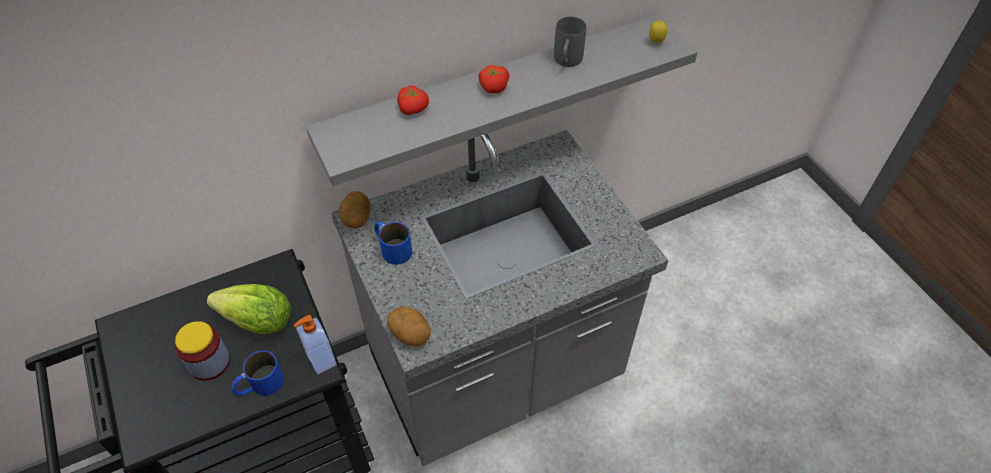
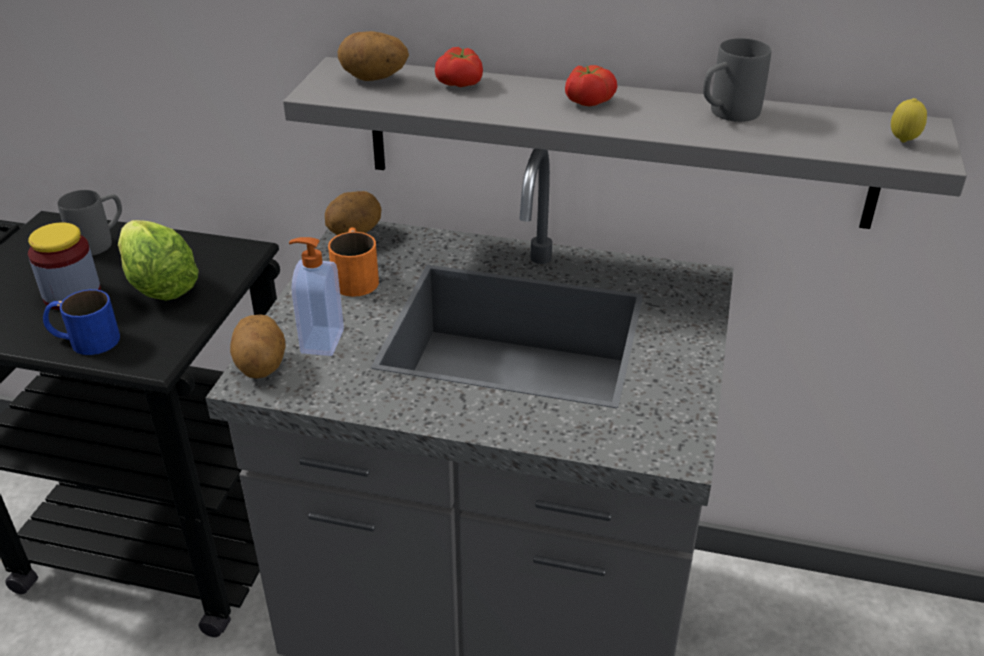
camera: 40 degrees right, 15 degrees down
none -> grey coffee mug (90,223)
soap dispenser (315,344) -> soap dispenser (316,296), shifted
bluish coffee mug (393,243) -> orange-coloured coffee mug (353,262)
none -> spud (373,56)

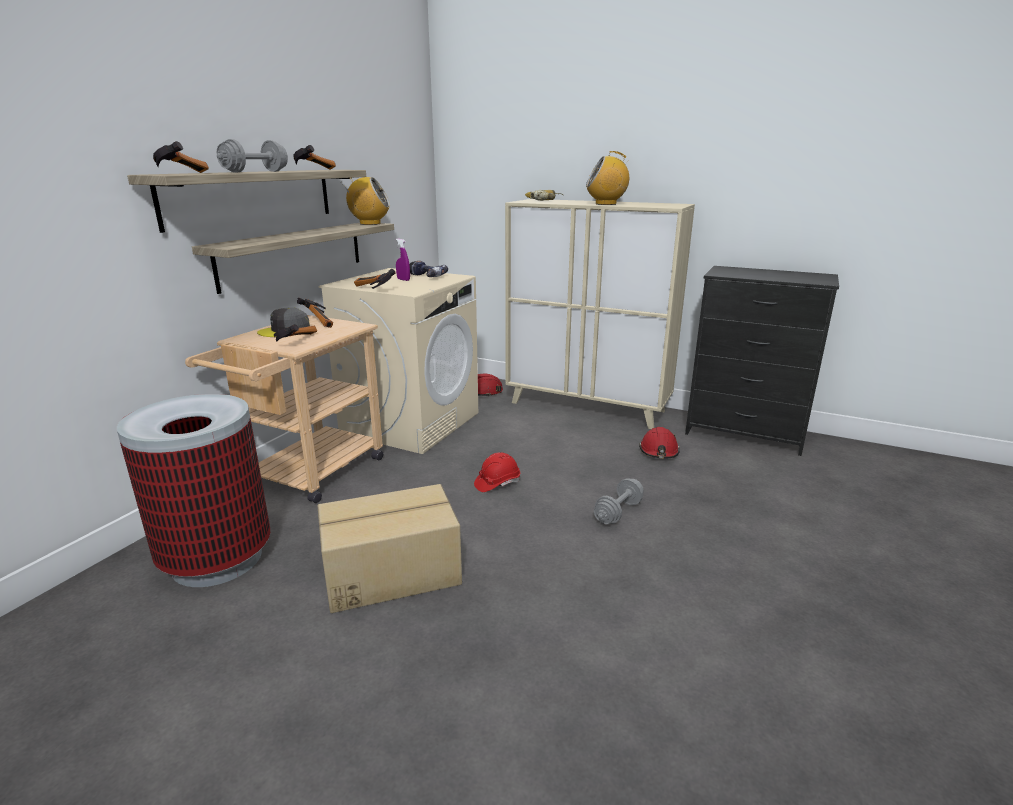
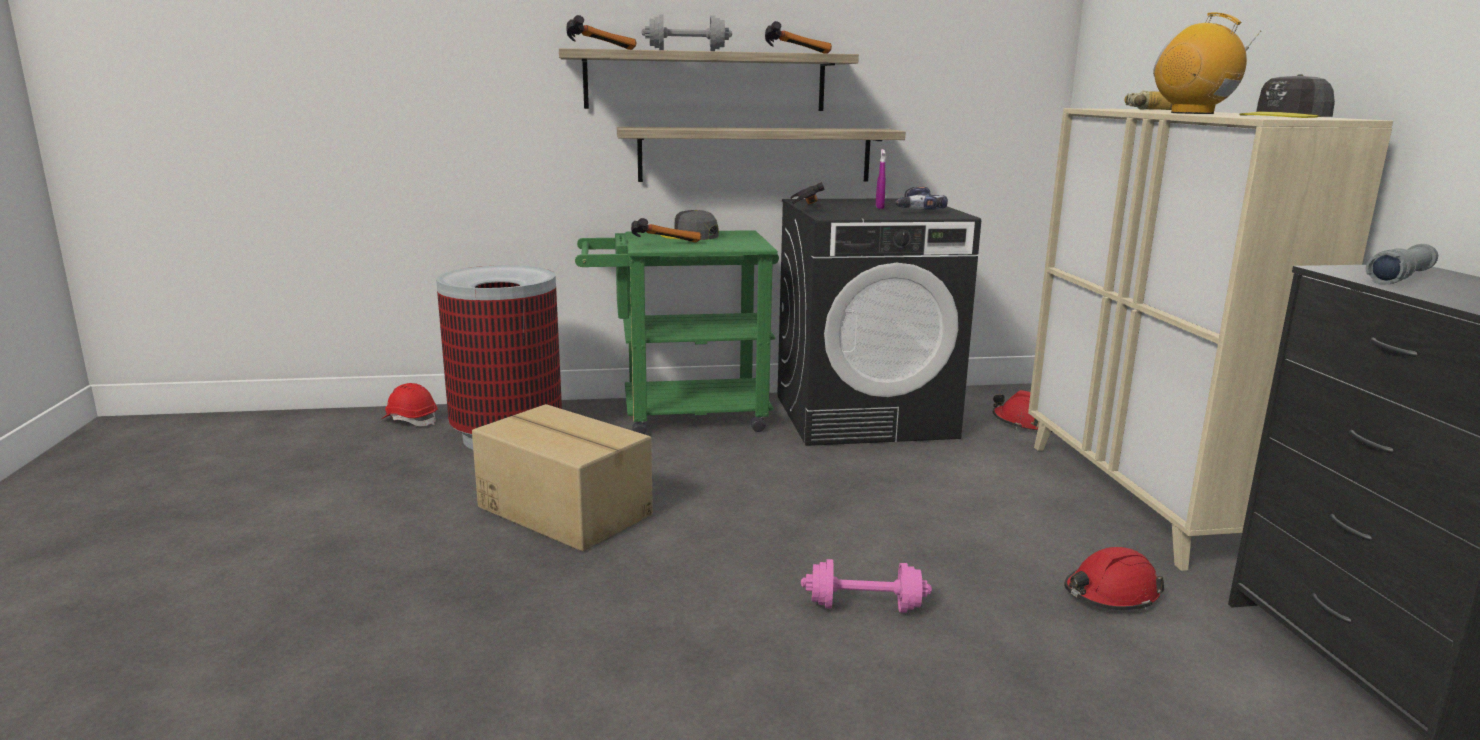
camera: 55 degrees right, 5 degrees down
red-coloured work helmet (497,472) -> red-coloured work helmet (409,404), shifted
sand-coloured wheeled cart (284,409) -> green wheeled cart (677,332)
sand-coloured laundry appliance (398,361) -> black laundry appliance (879,322)
grey free weight (619,501) -> pinkish free weight (866,586)
none -> grey cap (1287,96)
none -> grey flashlight (1402,264)
tool hammer (315,313) -> none
radio set (365,200) -> none

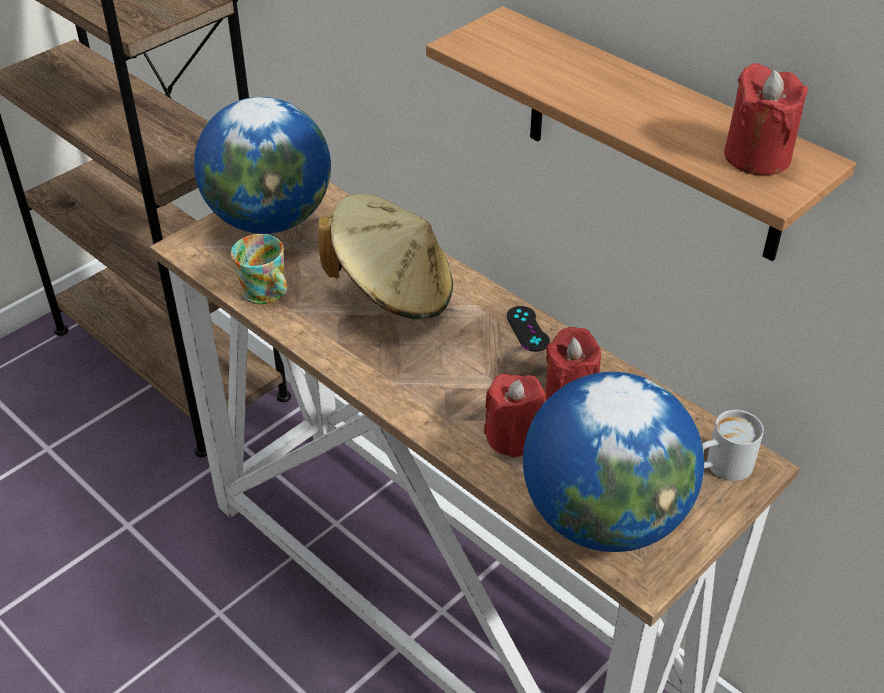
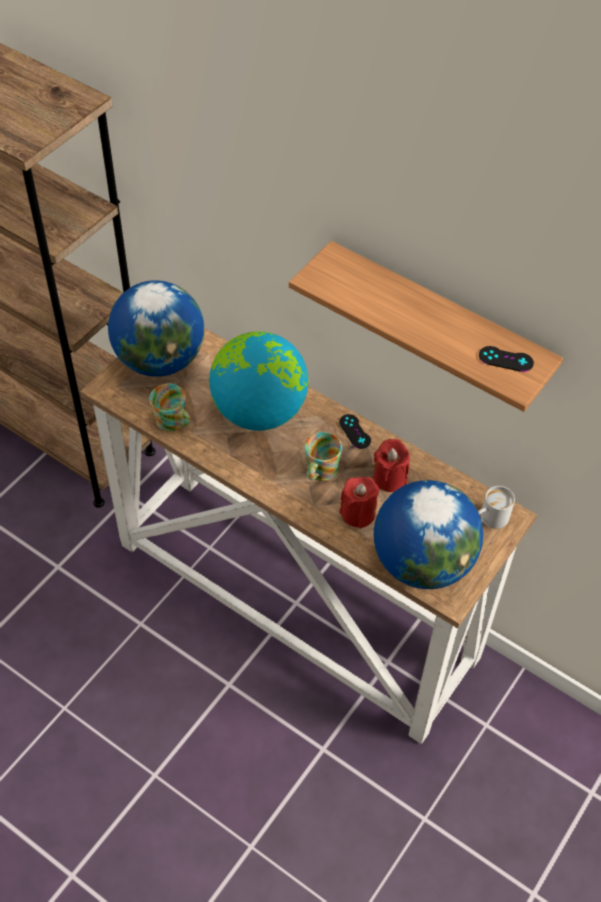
camera: 10 degrees left, 10 degrees up
sand-coloured clothing hat (385,256) -> globe (259,381)
none -> coffee mug (323,456)
red-coloured candle (766,119) -> black gamepad (506,359)

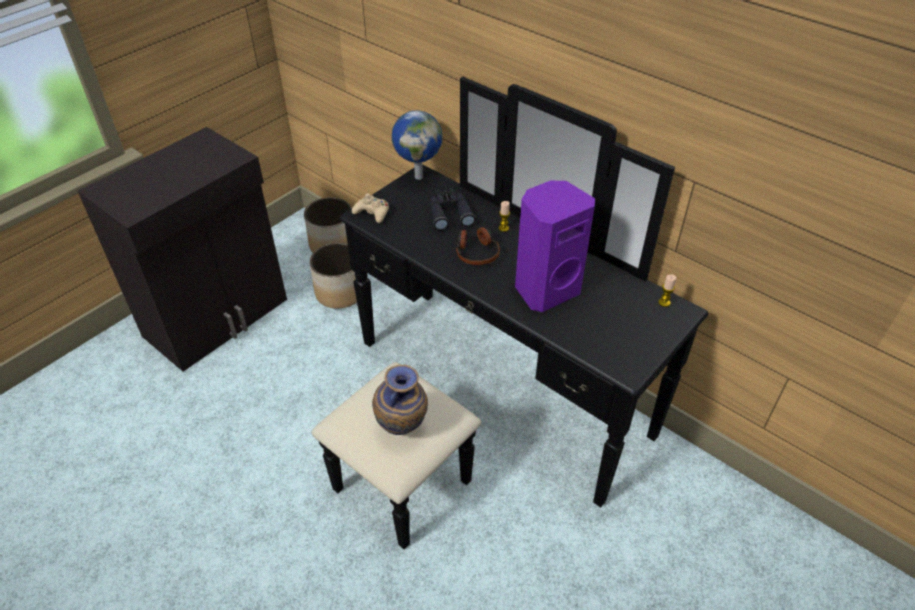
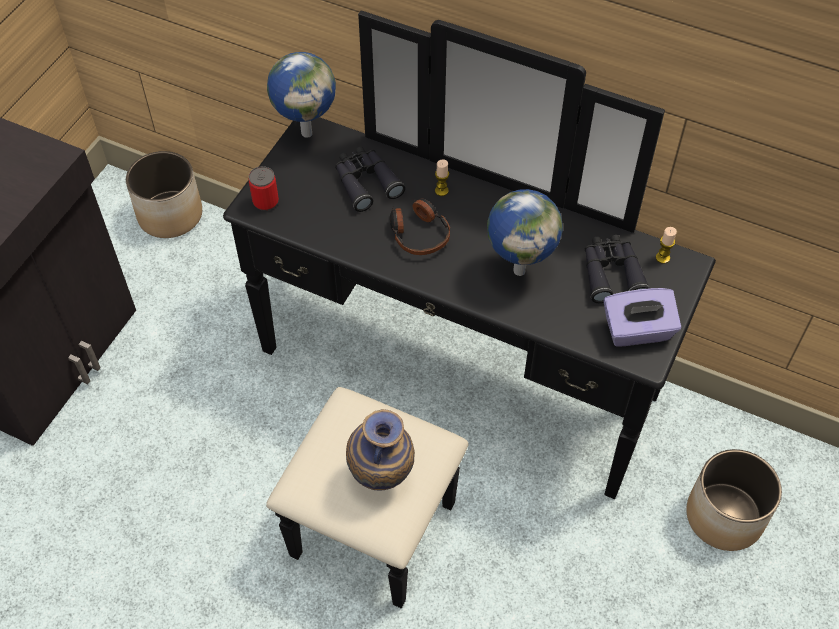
camera: 15 degrees left, 10 degrees up
sand-coloured gamepad (370,208) -> can (264,188)
purple-coloured audio speaker (555,246) -> globe (525,232)
none -> black field glasses (617,269)
none -> purple-coloured box of tissues (642,317)
planter (333,276) -> planter (734,500), shifted

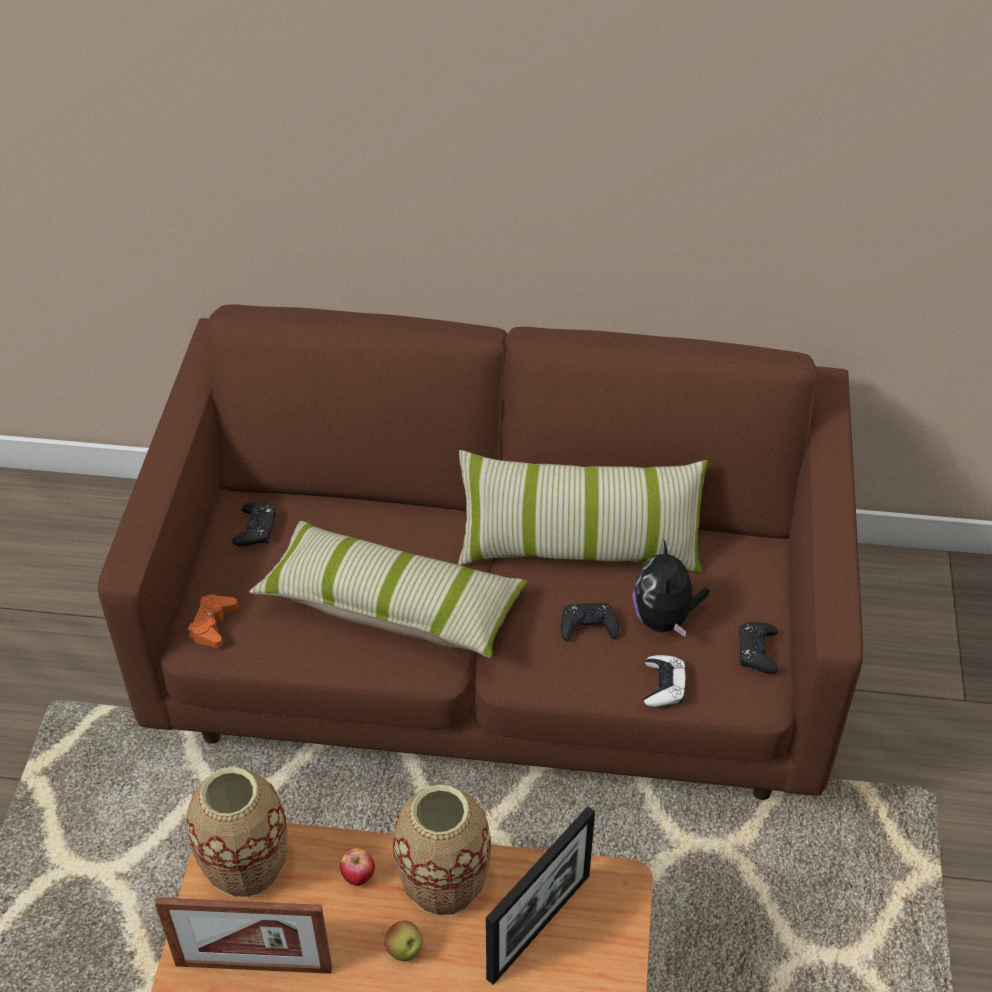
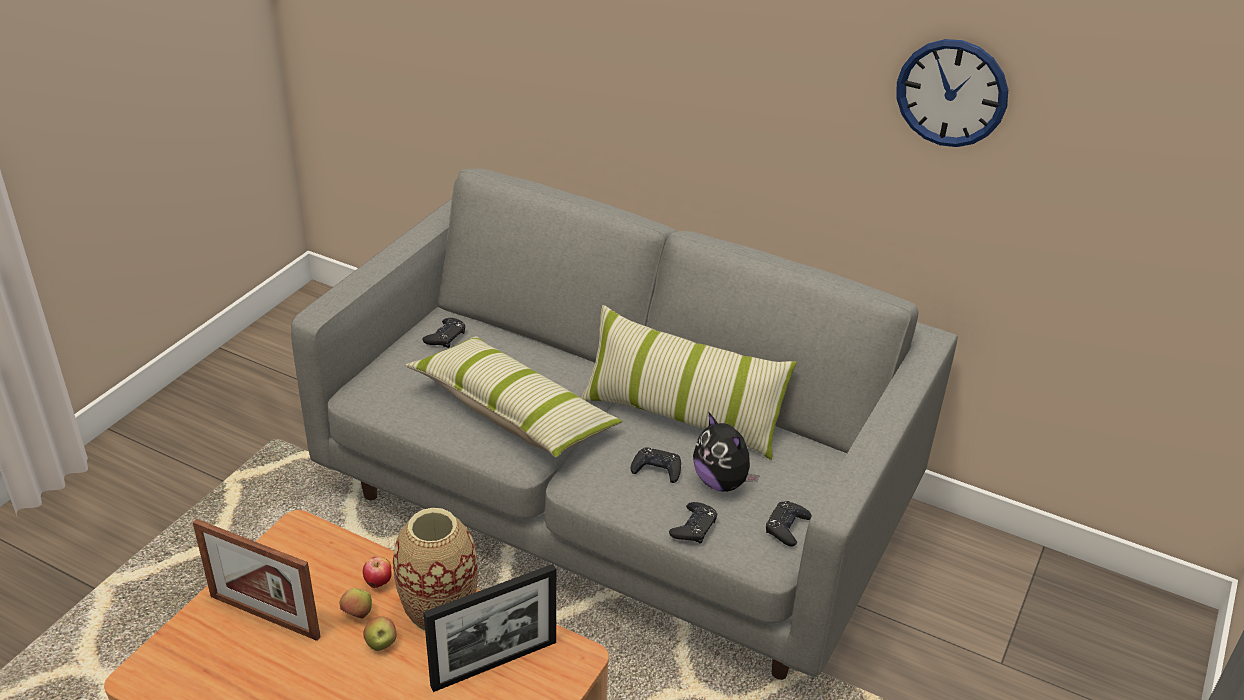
camera: 20 degrees right, 10 degrees down
brownish couch (480,552) -> grey couch (624,424)
none -> whole apple (355,603)
white gamepad (664,681) -> black gamepad (693,523)
soft toy (671,588) -> soft toy (726,452), 60 degrees counterclockwise
none -> hanging clock (952,93)
vase (236,832) -> none
orange-coloured gamepad (213,621) -> none

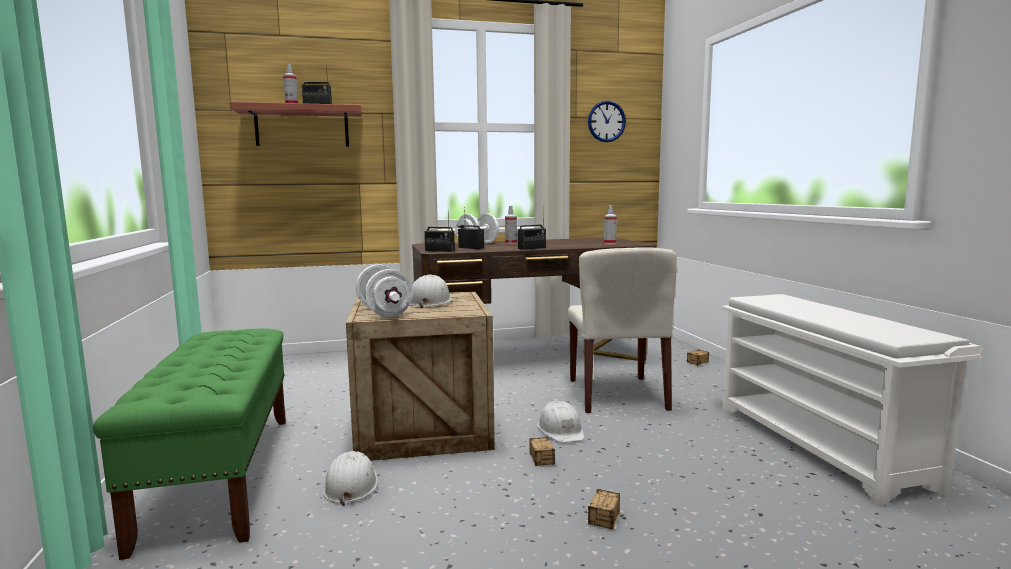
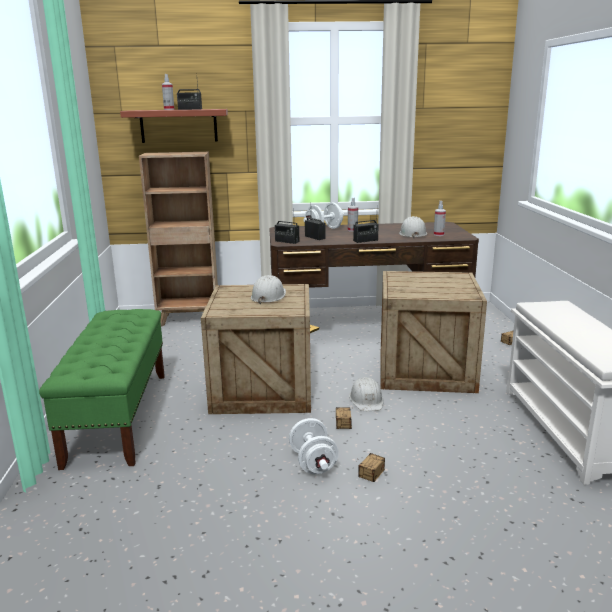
camera: 10 degrees right, 10 degrees up
none -> brownish bookshelf (178,239)
white free weight (384,290) -> white free weight (314,446), shifted
sand-coloured plain chair (622,330) -> crate (433,332)
white work helmet (350,478) -> white work helmet (413,227), shifted
hanging clock (607,121) -> none

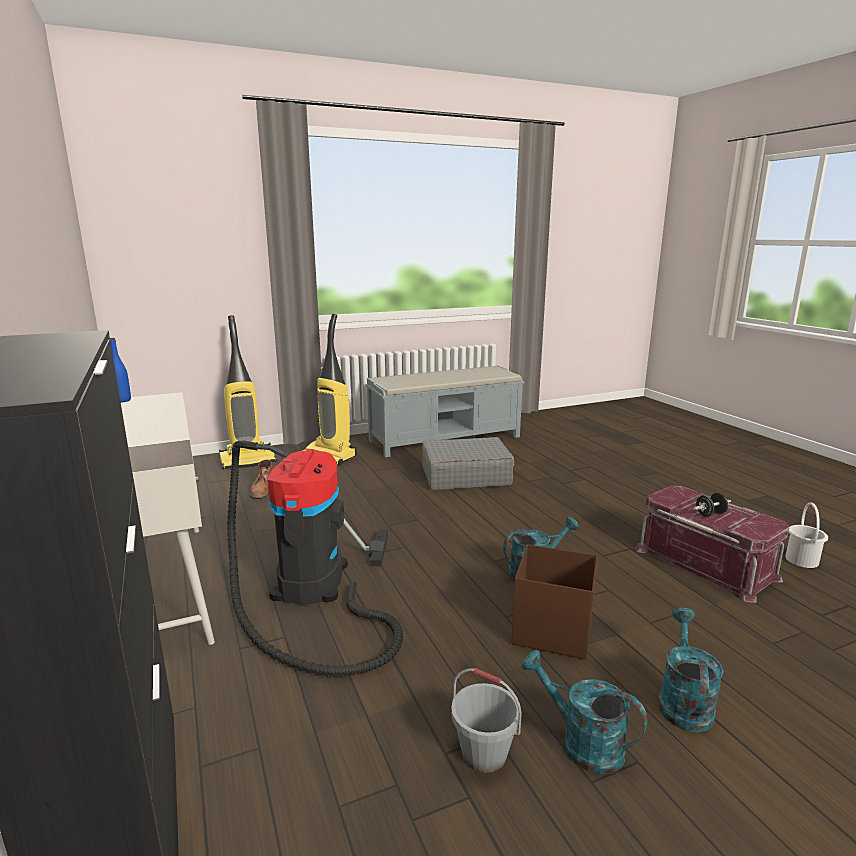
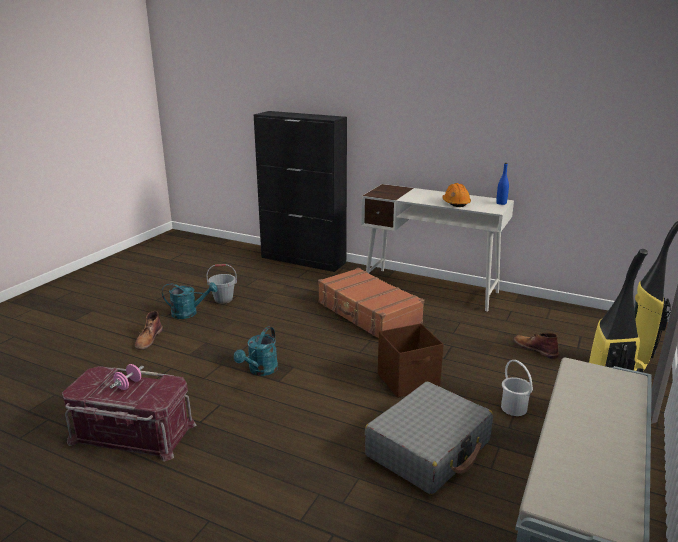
camera: 140 degrees right, 5 degrees up
black free weight (712,505) -> pinkish free weight (127,377)
turquoise-coloured sprinkling can (691,669) -> brownish high-top boot (149,330)
vacuum (315,558) -> brownish travel case (371,303)
brownish storage container (555,602) -> brownish storage container (411,360), shifted
none -> orange-coloured work helmet (456,195)
white bucket (806,535) -> white bucket (517,388), shifted

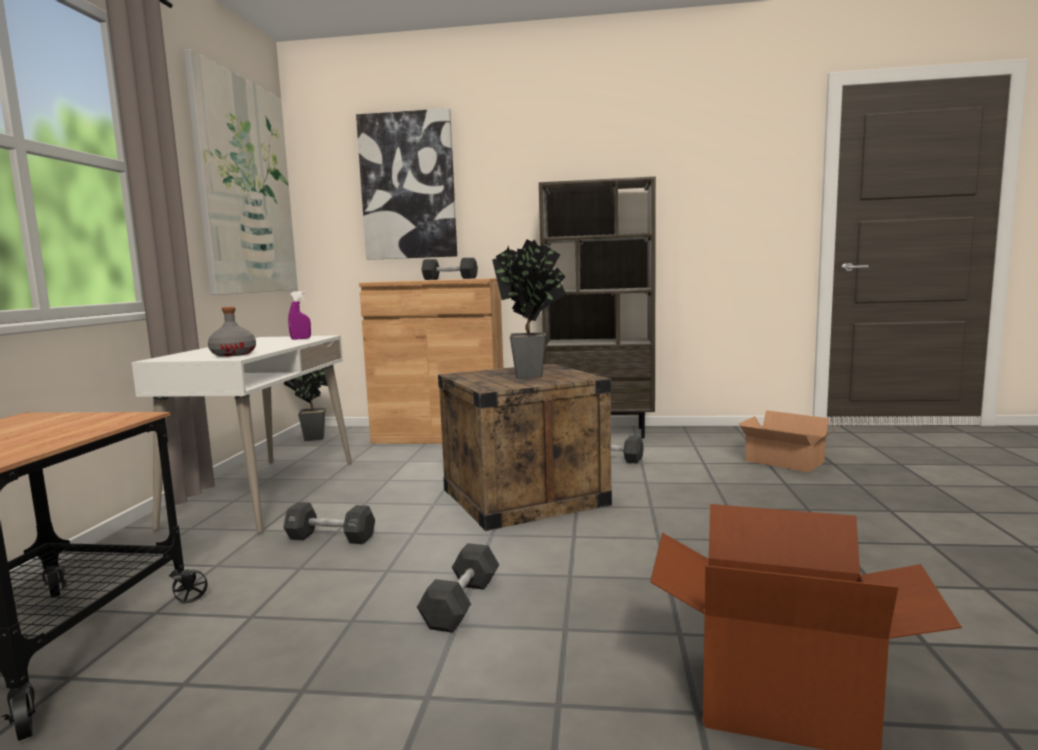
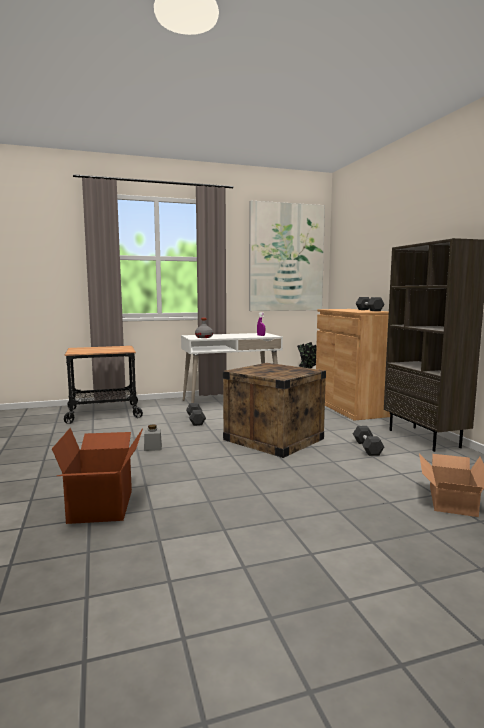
camera: 65 degrees right, 0 degrees up
black free weight (458,588) -> grey preserve jar (153,438)
wall picture (406,184) -> none
plant in a pot (529,308) -> none

